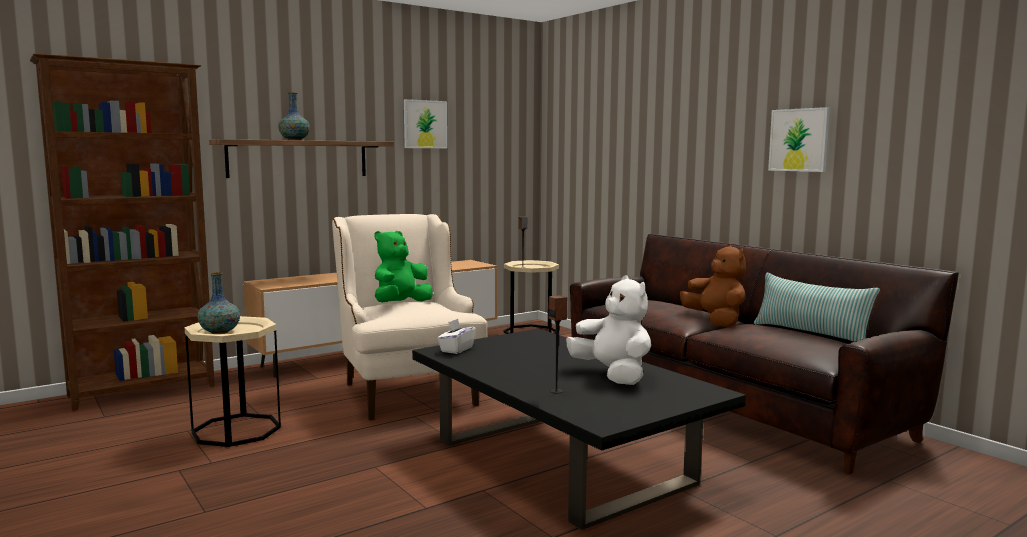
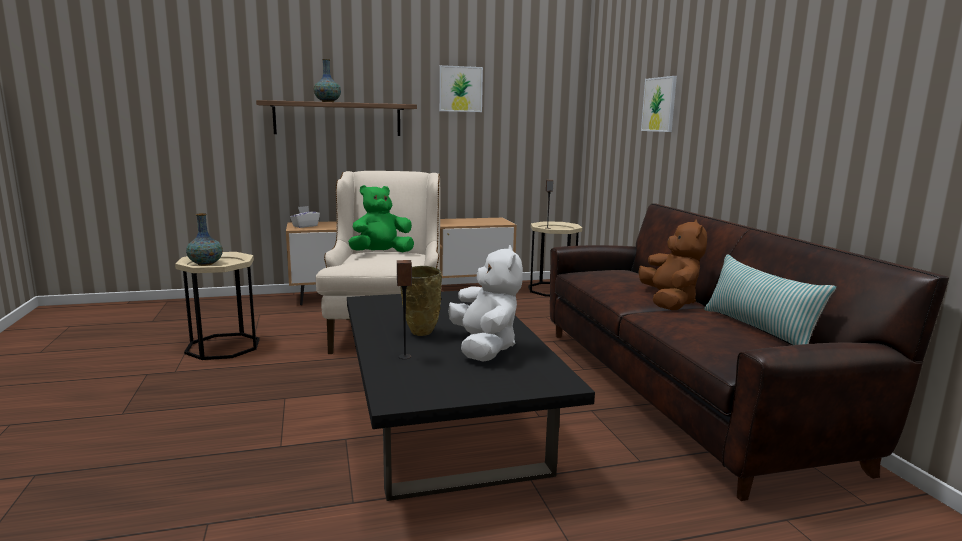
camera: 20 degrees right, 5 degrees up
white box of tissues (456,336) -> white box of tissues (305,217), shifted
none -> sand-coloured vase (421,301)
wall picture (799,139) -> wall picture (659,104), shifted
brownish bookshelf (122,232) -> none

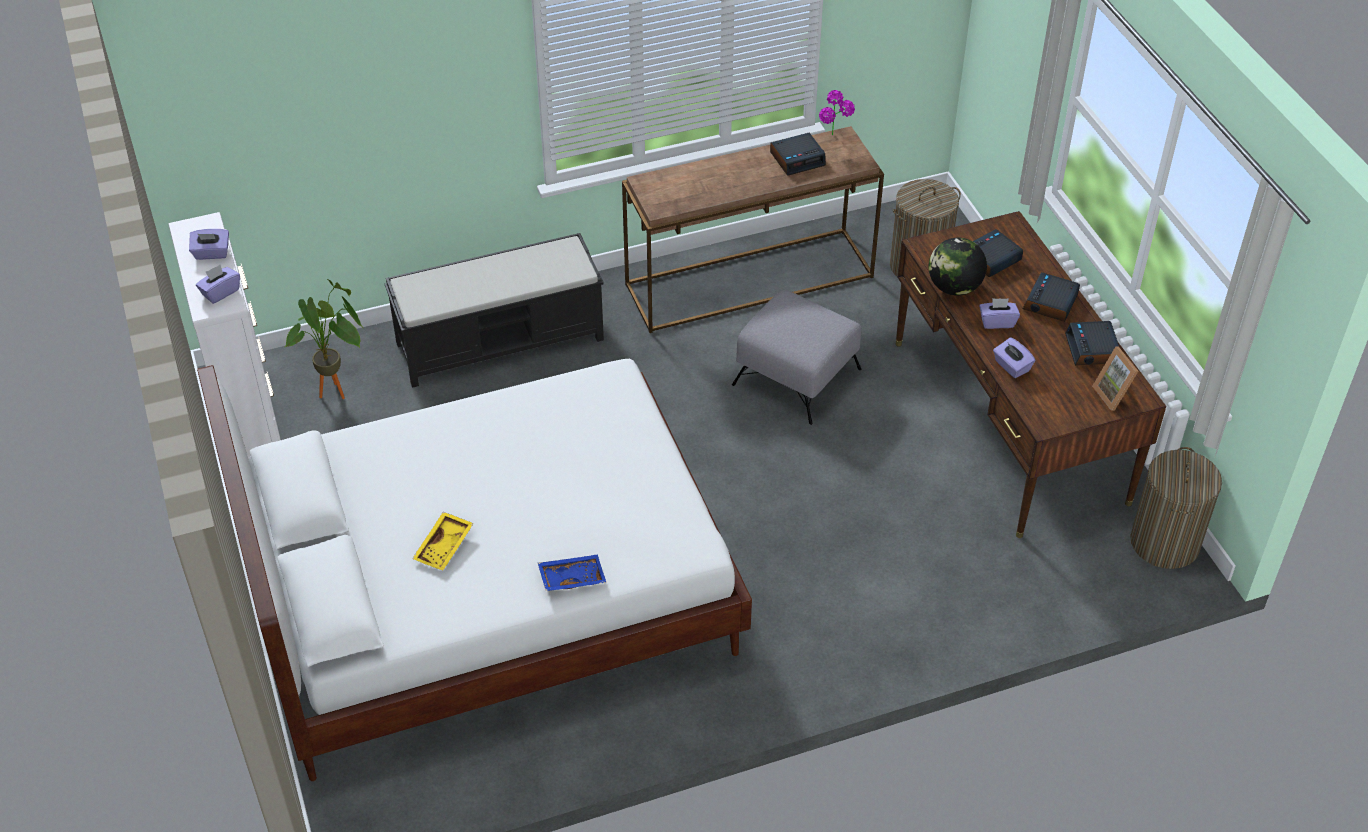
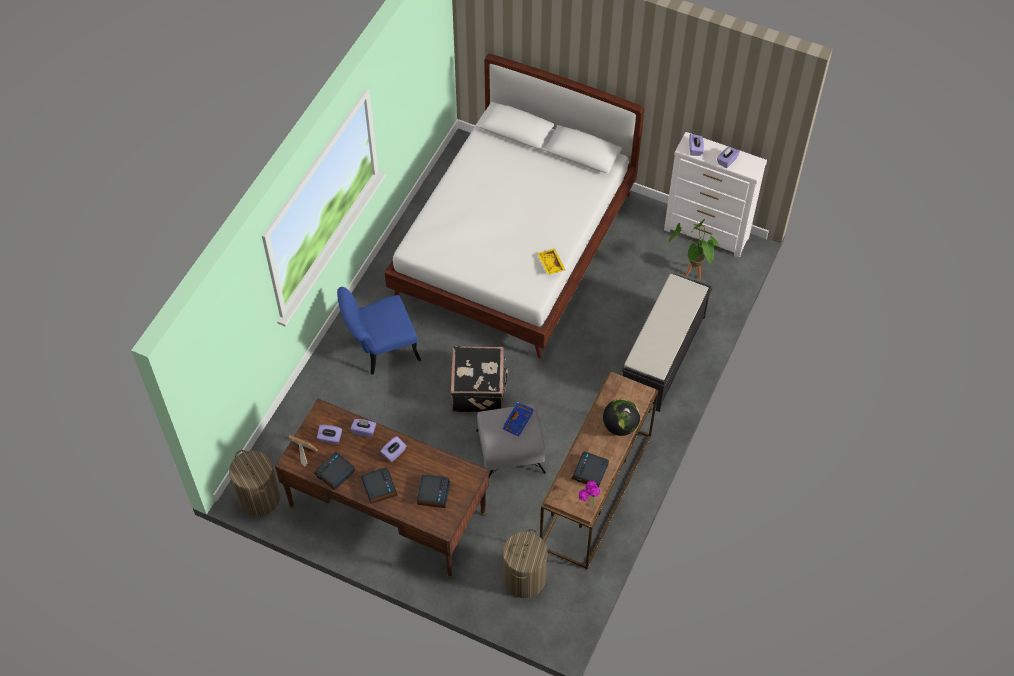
camera: 135 degrees right, 10 degrees up
bedside clock (1092,343) -> bedside clock (334,471), 90 degrees counterclockwise
none -> purple-coloured box of tissues (329,434)
none -> bluish plain chair (379,331)
none -> black travel case (479,379)
bluish tray (572,572) -> bluish tray (518,419), shifted
yellow tray (443,541) -> yellow tray (551,262), shifted
globe (958,267) -> globe (621,417), shifted

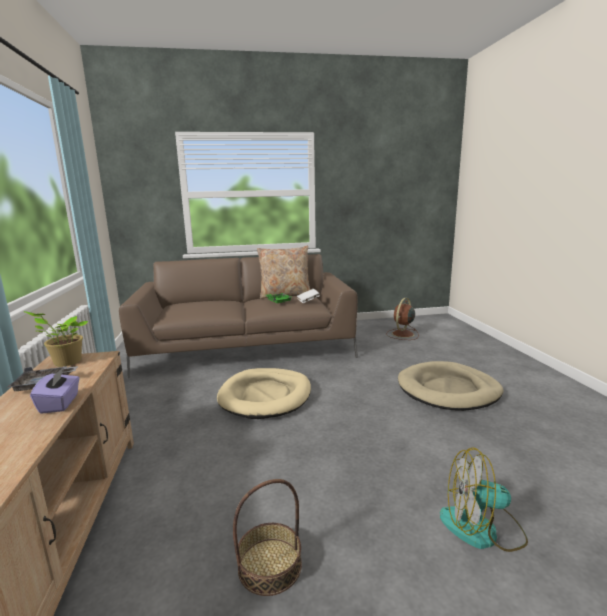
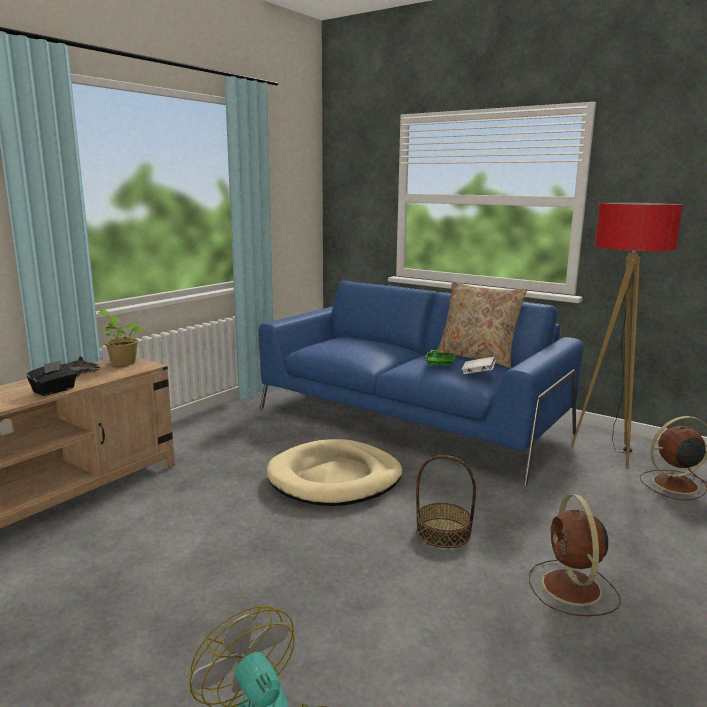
camera: 45 degrees right, 0 degrees up
purple-coloured box of tissues (55,391) -> black box of tissues (52,378)
brownish couch (238,316) -> bluish couch (421,383)
household basket (267,537) -> household basket (446,501), shifted
sand-coloured pet bed (450,386) -> brownish electric fan (575,555)
none -> standard lamp (627,335)

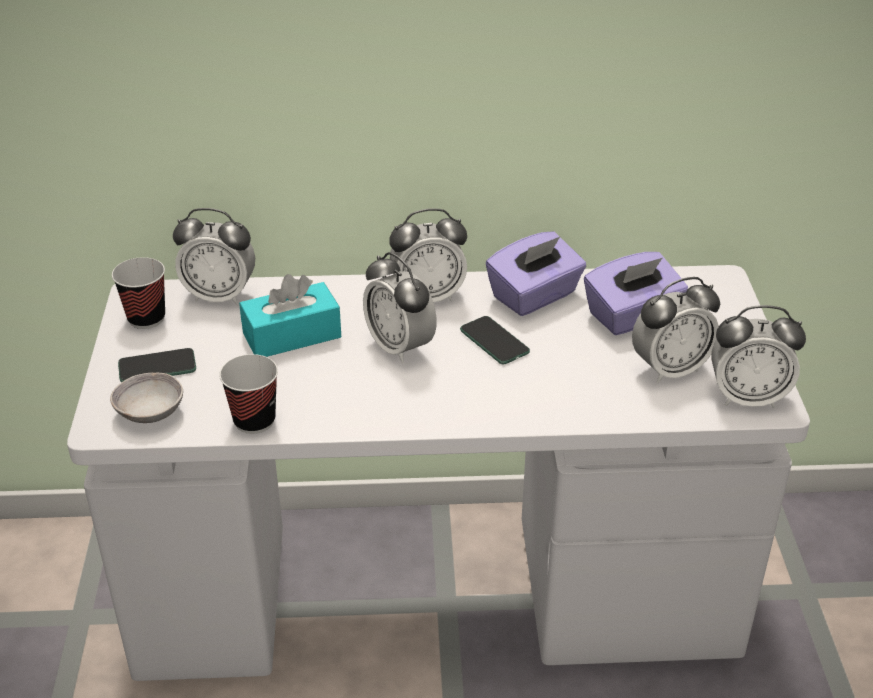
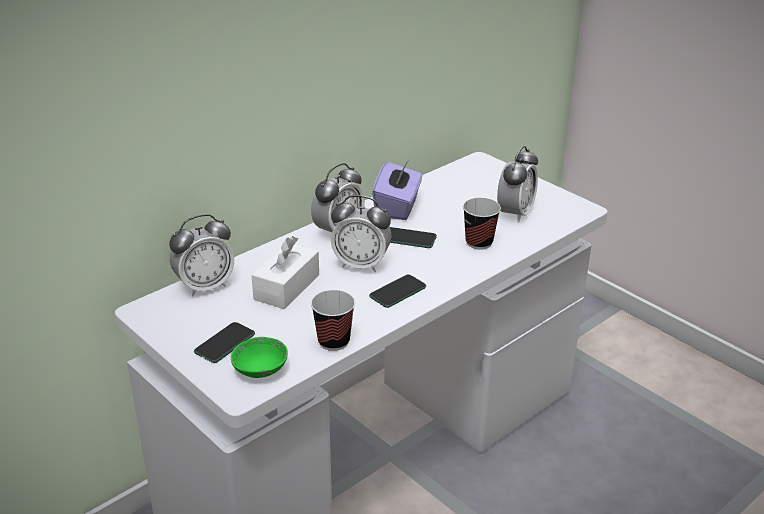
camera: 40 degrees left, 5 degrees down
grey bowl (146,398) -> green bowl (259,357)
turquoise-coloured box of tissues (290,315) -> white box of tissues (285,272)
none -> phone (397,291)
drinking cup (138,293) -> drinking cup (482,223), shifted
purple-coloured box of tissues (636,293) -> none
bedside clock (759,356) -> none

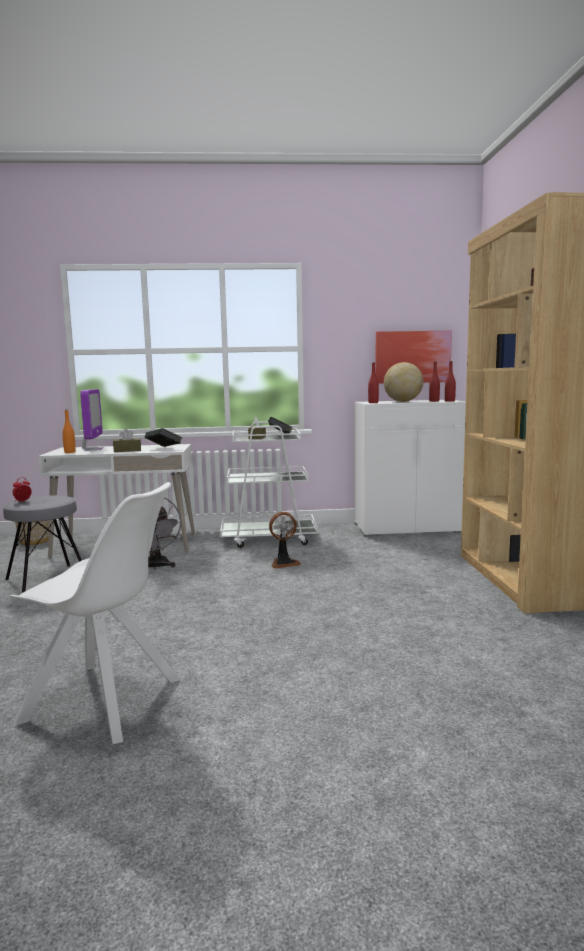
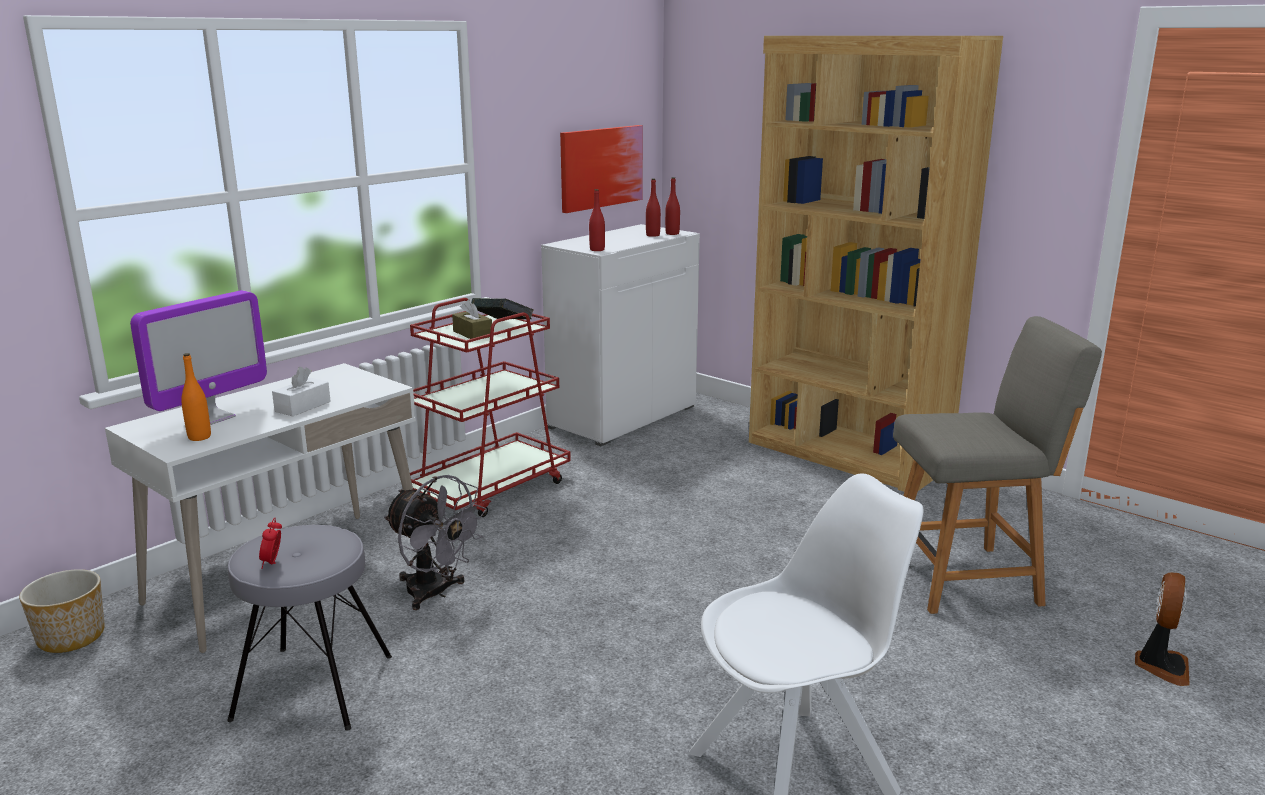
camera: 45 degrees left, 10 degrees up
monitor (92,419) -> monitor (198,357), 90 degrees clockwise
brownish box of tissues (127,440) -> white box of tissues (301,391)
white wheeled cart (269,484) -> red-coloured wheeled cart (490,407)
none -> grey plain chair (997,465)
electric fan (285,540) -> electric fan (1162,629), shifted
bound book (164,437) -> none
globe (403,382) -> none

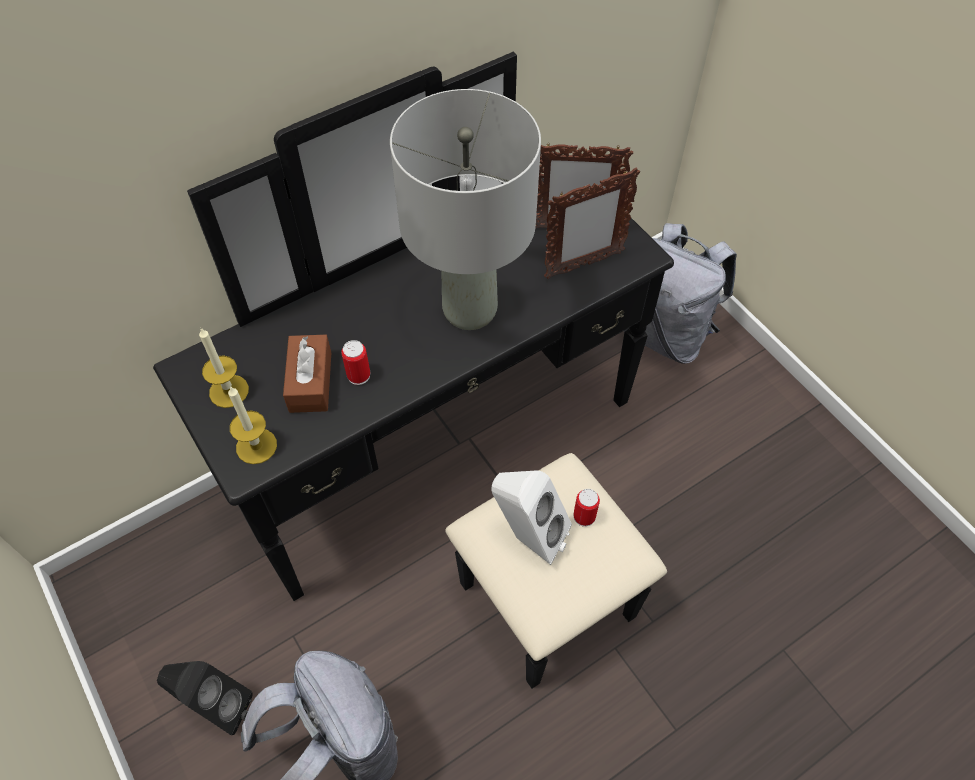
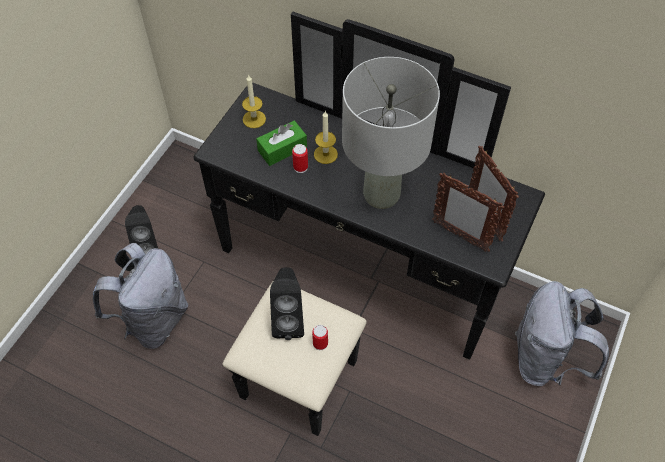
camera: 60 degrees right, 0 degrees up
brownish box of tissues (307,374) -> green box of tissues (281,143)
white audio speaker (532,517) -> black audio speaker (287,303)
candle (252,425) -> candle (326,137), shifted

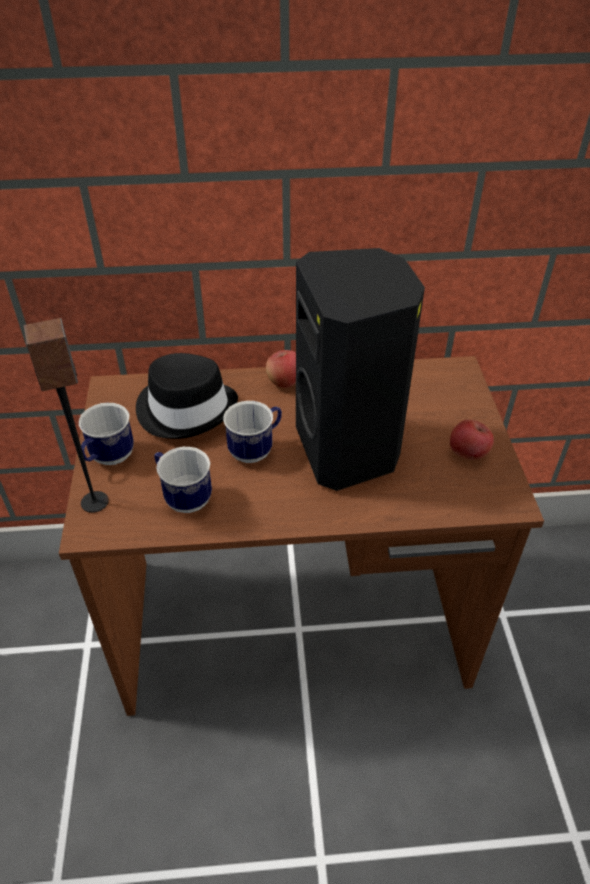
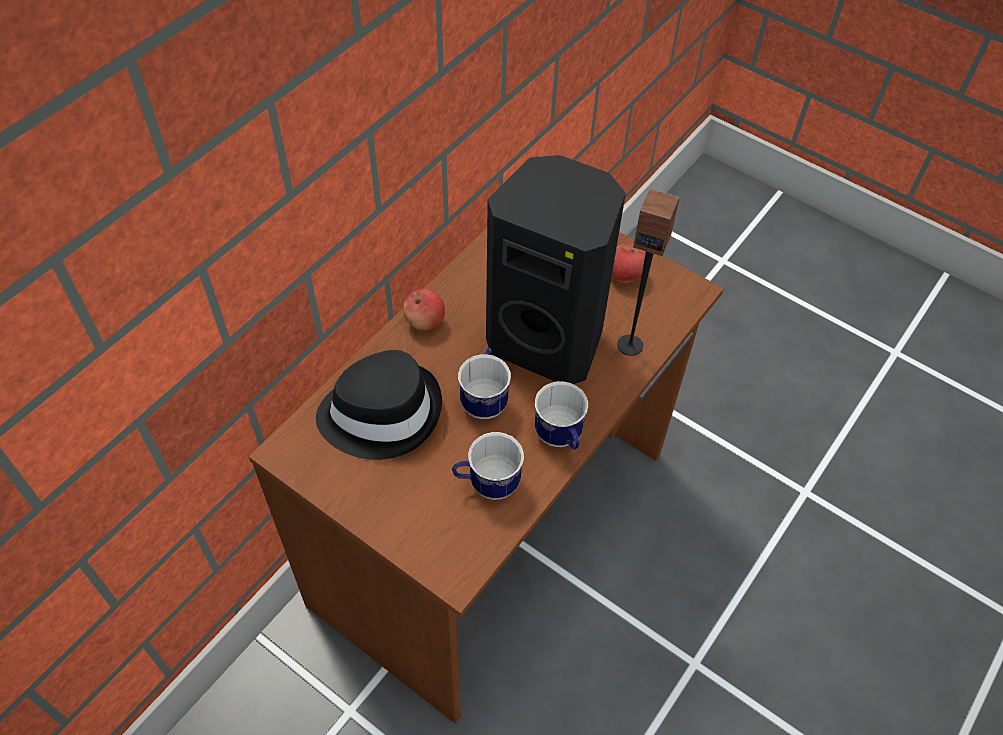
camera: 50 degrees left, 10 degrees up
coffee mug (106,434) -> coffee mug (561,415), shifted
audio speaker (66,415) -> audio speaker (648,272), shifted

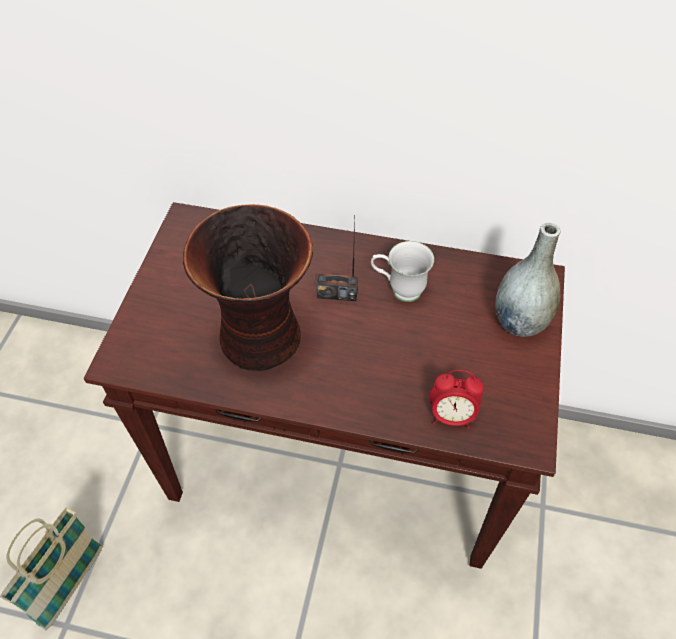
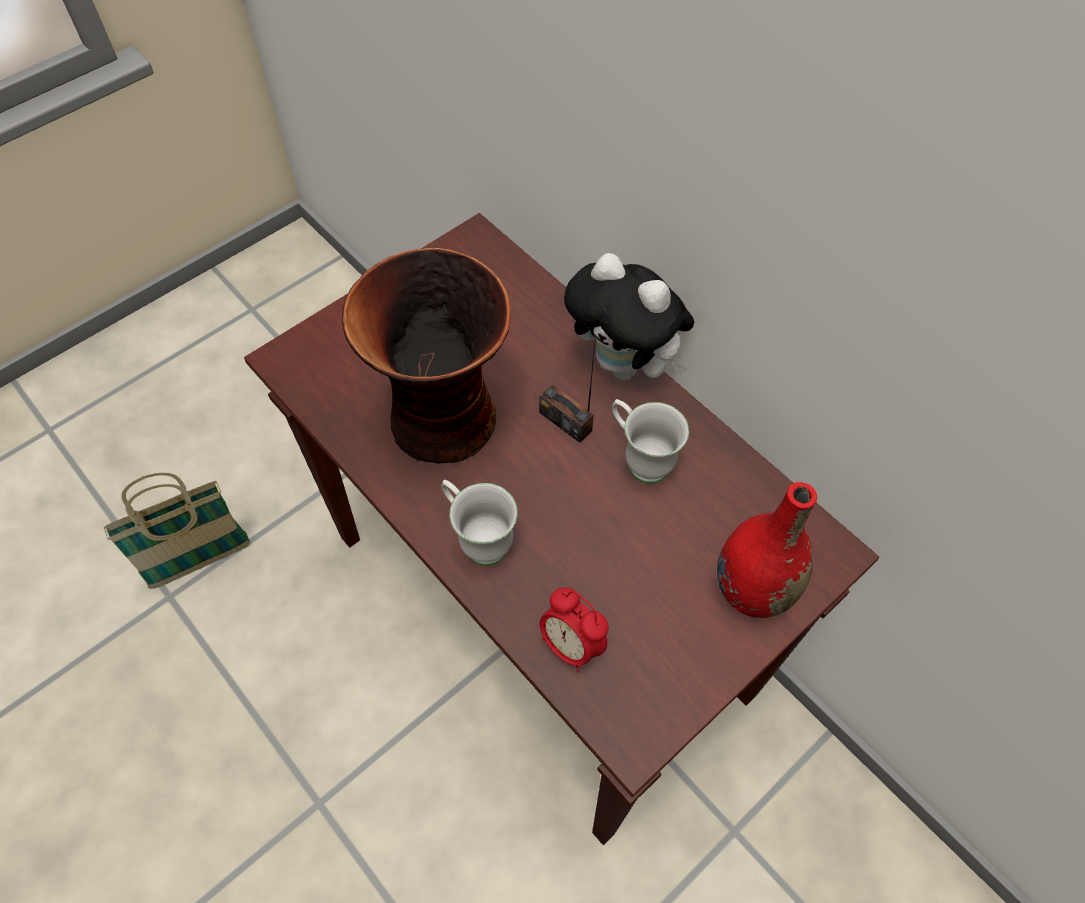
camera: 35 degrees right, 5 degrees up
none -> white coffee mug (480,523)
none -> soft toy (629,317)
grey vase (528,279) -> red-coloured vase (767,550)

